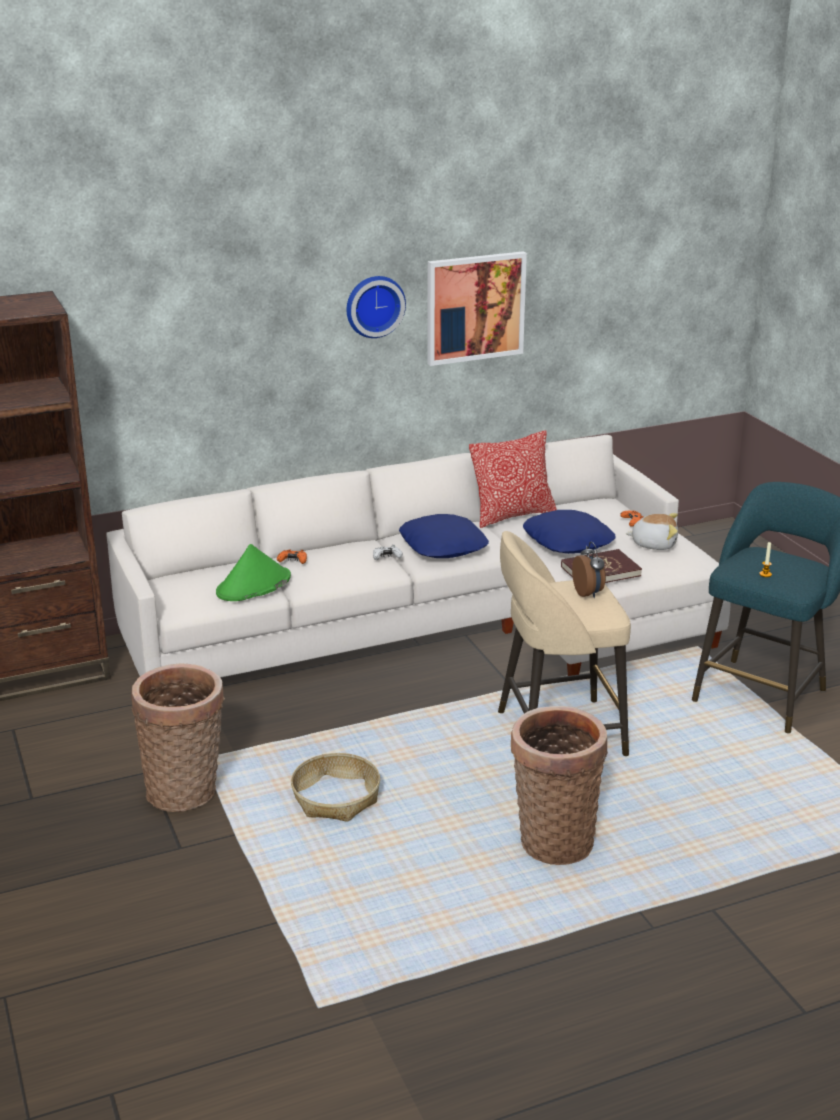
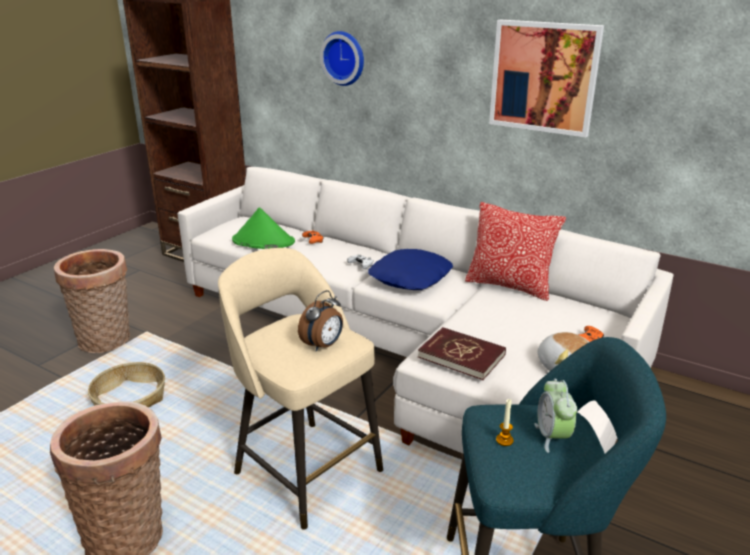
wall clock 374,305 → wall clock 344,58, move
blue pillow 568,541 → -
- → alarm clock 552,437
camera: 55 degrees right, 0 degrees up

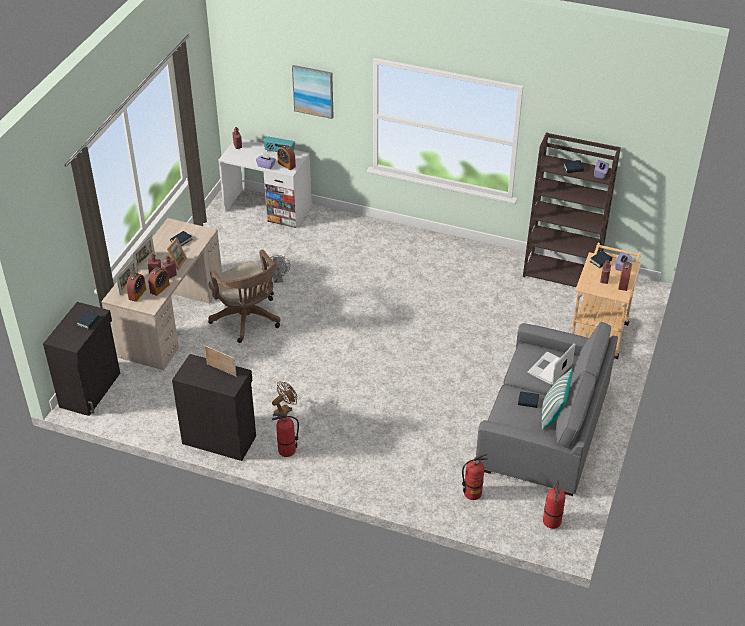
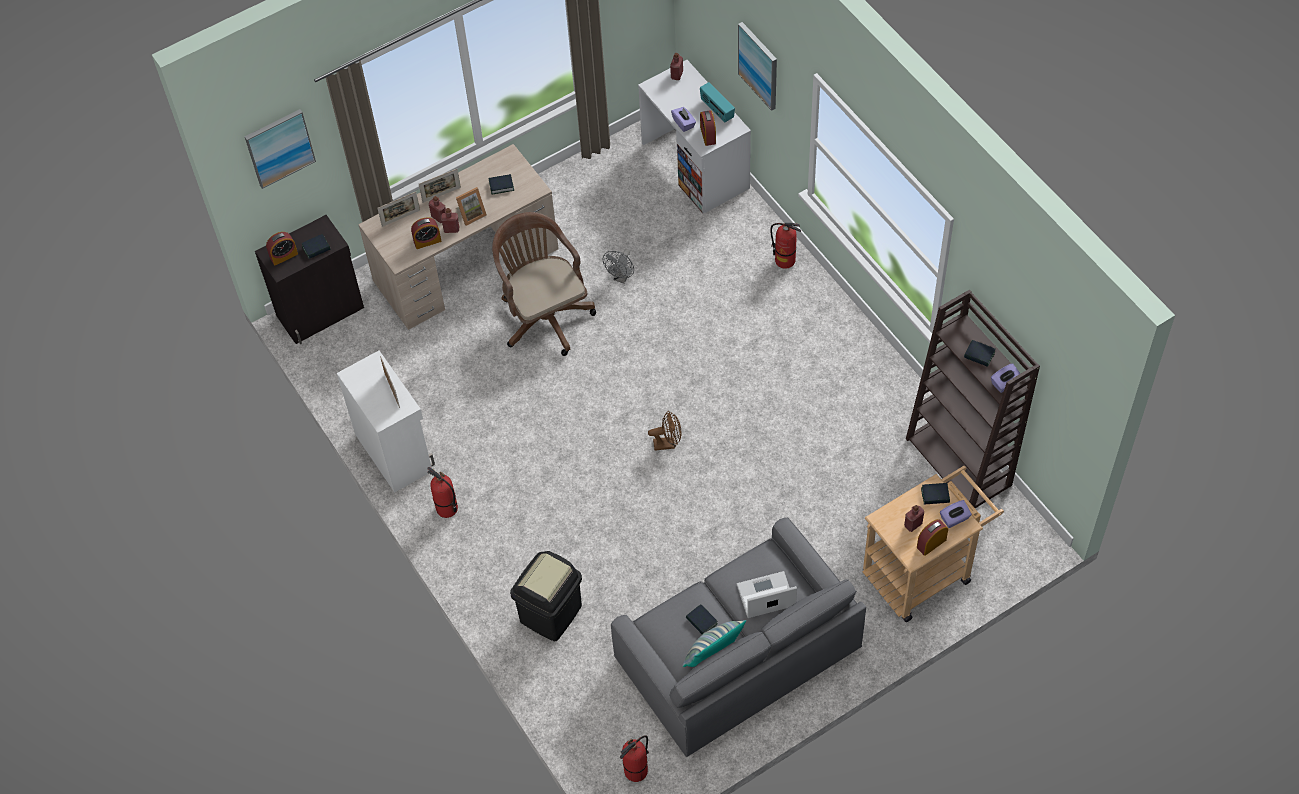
alarm clock 137,294 → alarm clock 284,256, move
black cabinet 219,438 → white cabinet 394,451
brown office chair 248,320 → brown office chair 544,315, 150 degrees clockwise
brown fan 285,410 → brown fan 668,443, move
fire extinguisher 472,493 → fire extinguisher 785,260, move
- → picture 279,147
- → black trash can 551,614
camera: 40 degrees right, 15 degrees up

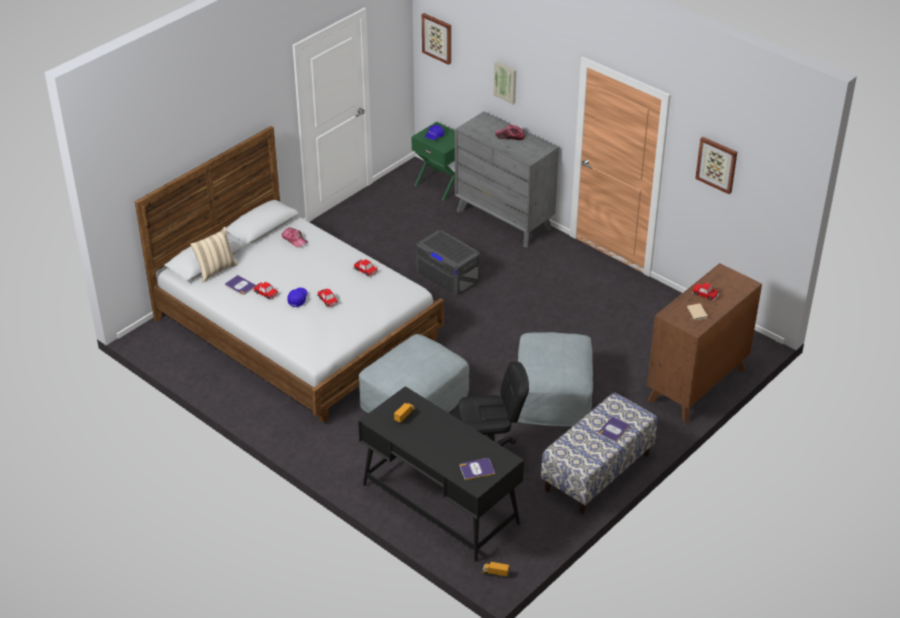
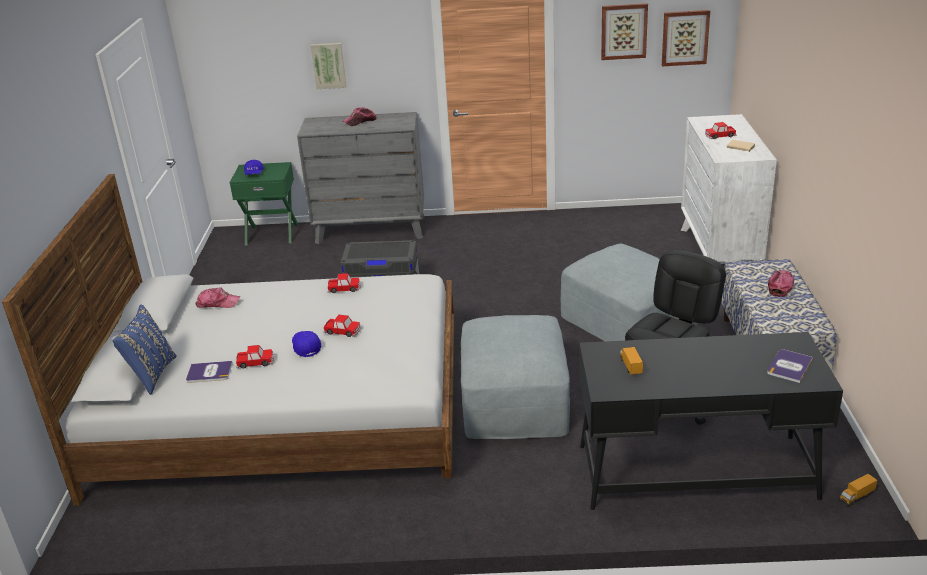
beige pillow 215,270 → blue pillow 151,375
picture 437,38 → picture 685,37, move
book 613,430 → cap 781,286
brown dresser 697,385 → white dresser 719,253
camera: 40 degrees left, 10 degrees down

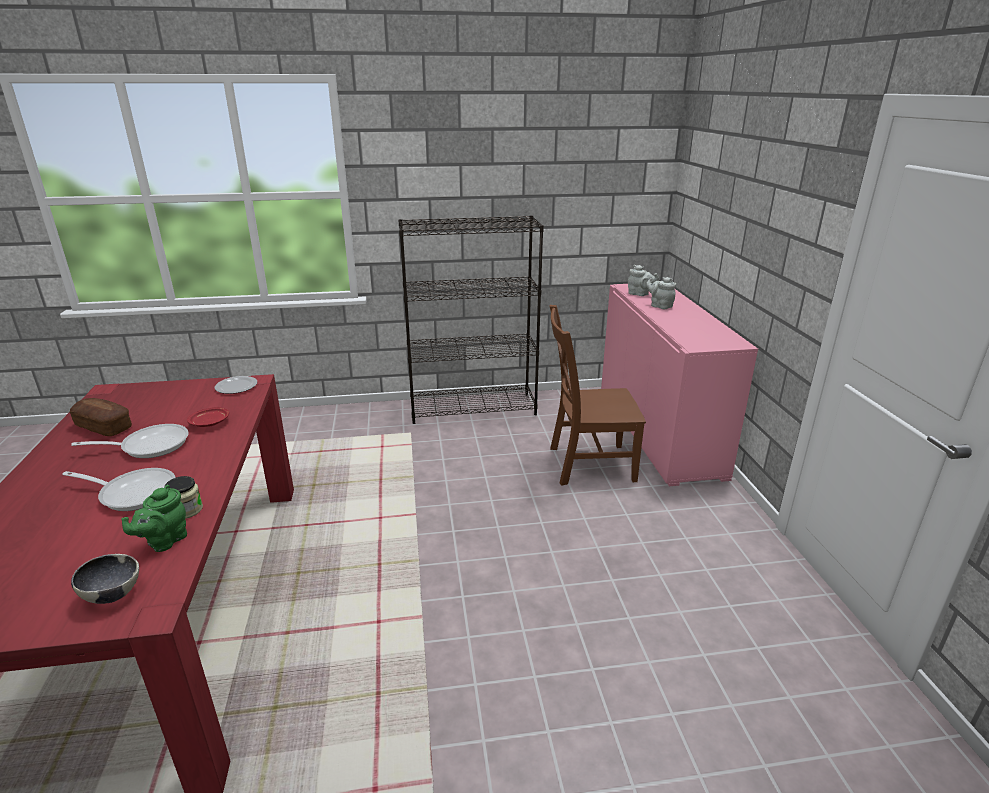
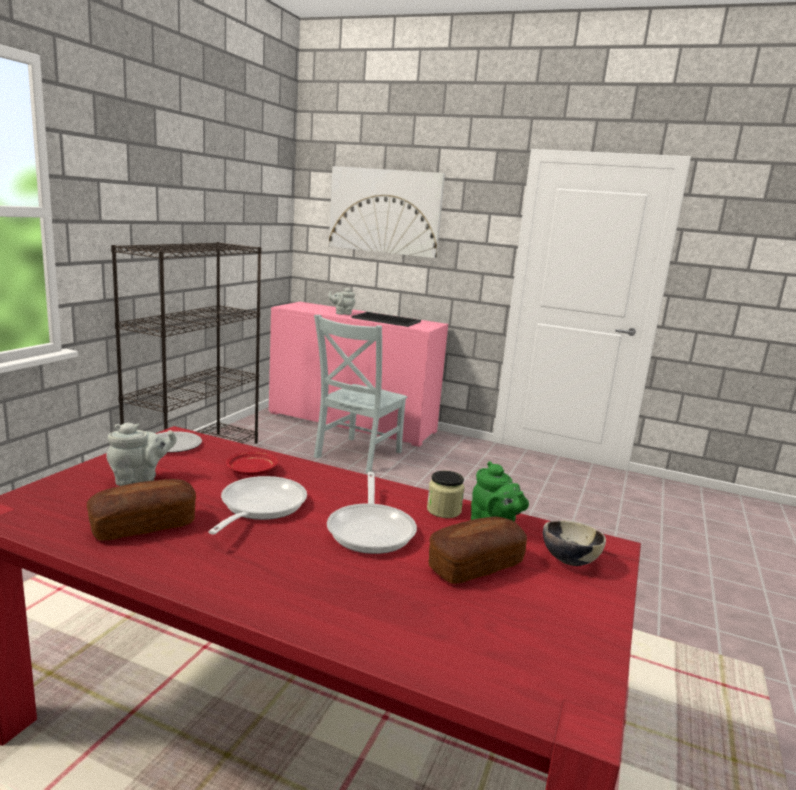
frying pan 133,492 → frying pan 372,529, 135 degrees clockwise
brown chair 587,464 → grey chair 356,455
grey teapot 640,294 → grey teapot 139,479, move
- → picture 385,211
- → tray 385,320
- → bread 475,565
camera: 60 degrees left, 10 degrees down

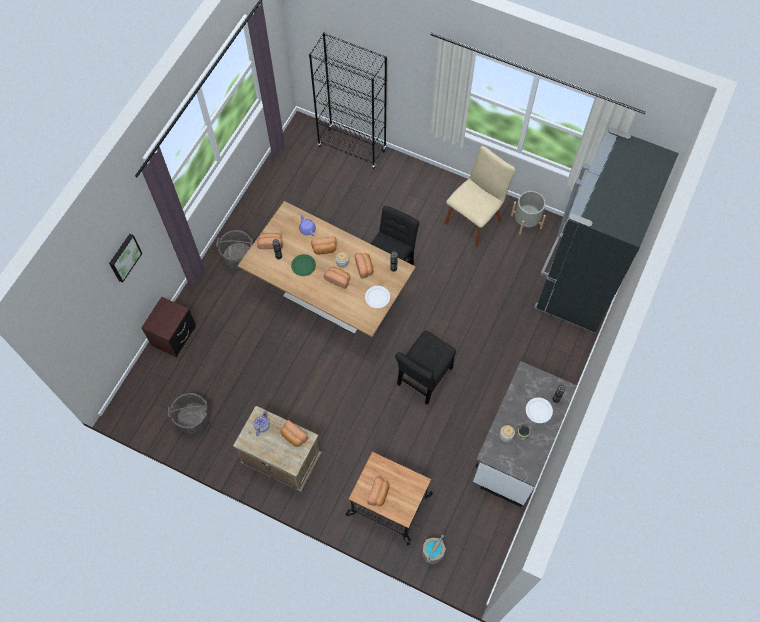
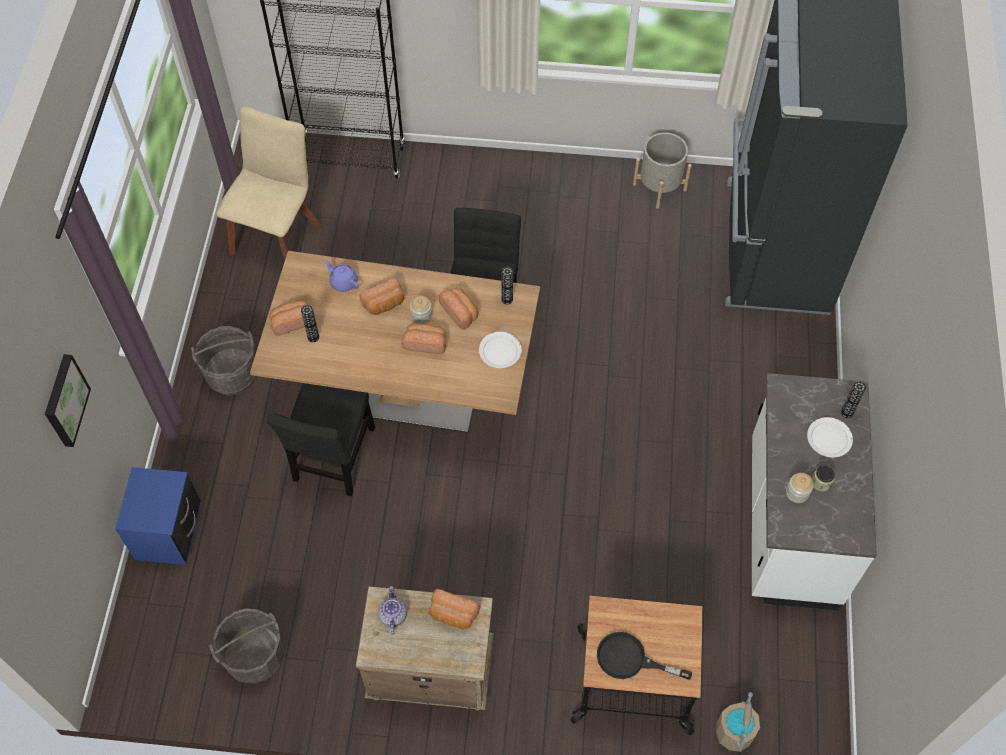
brown nightstand 174,336 → blue nightstand 169,532
green plate 303,266 → -
bread 379,494 → black frying pan 630,660
black chair 423,379 → black chair 333,459, move
beige chair 474,220 → beige chair 277,235, move
camera: 20 degrees left, 5 degrees down

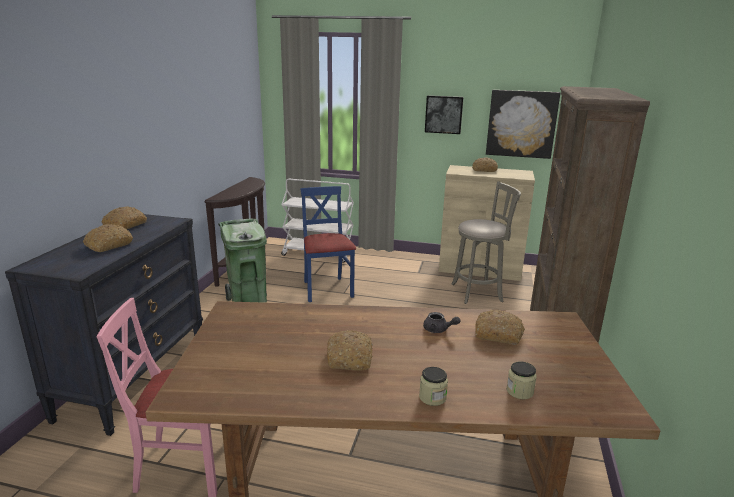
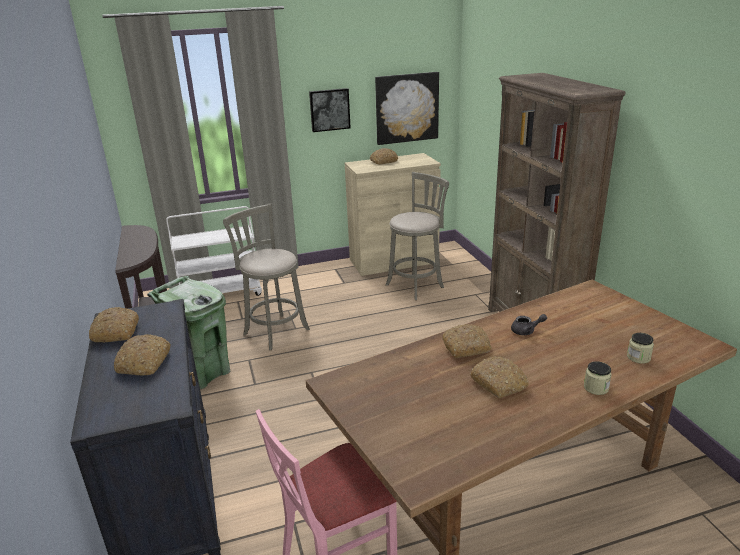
blue chair 327,289 → grey stool 274,330
bread 499,334 → bread 466,347, move
camera: 30 degrees left, 5 degrees up

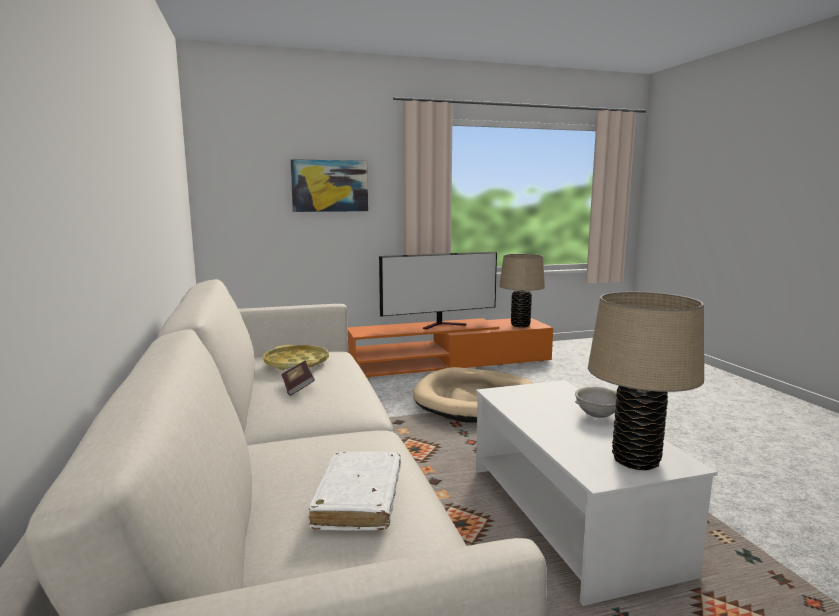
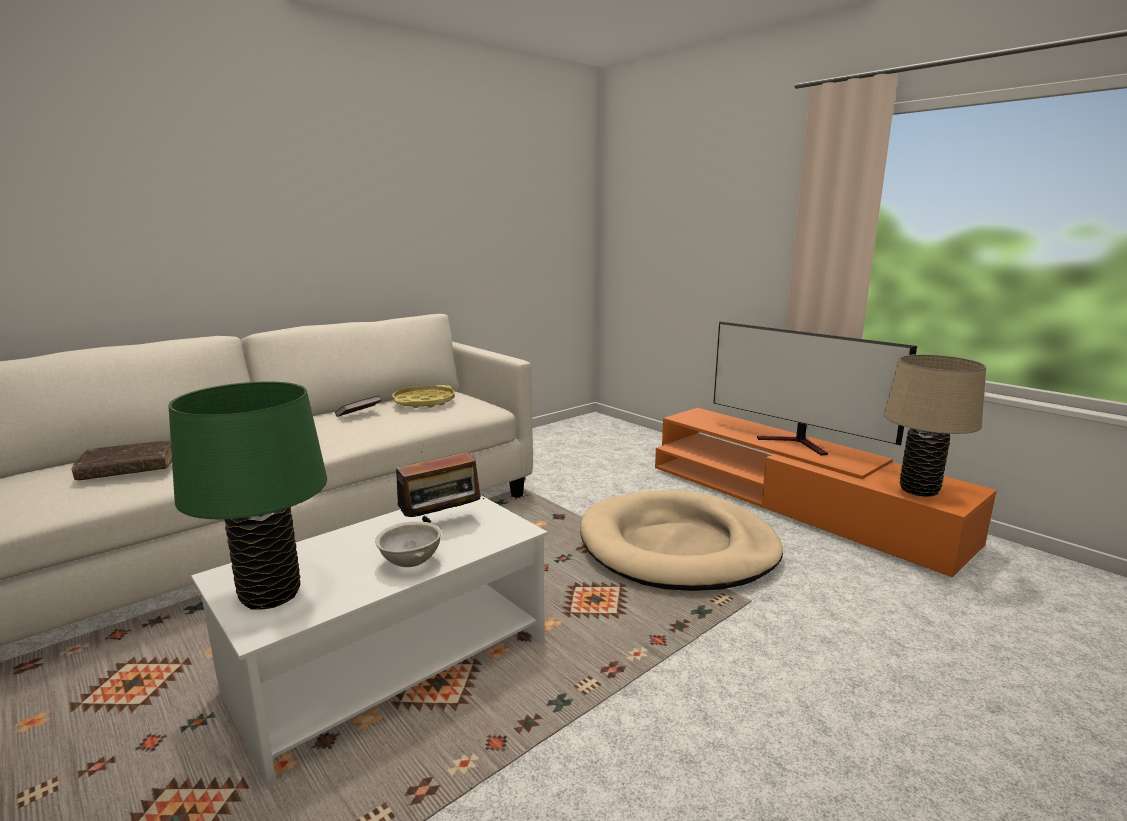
picture 330,186 → -
white book 359,500 → brown book 128,469
beige table lamp 635,460 → green table lamp 270,595
- → radio 442,524
camera: 65 degrees right, 5 degrees up

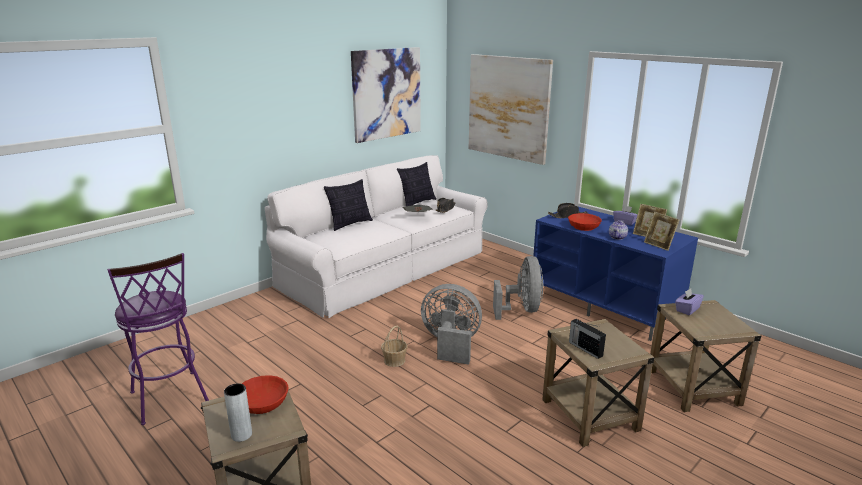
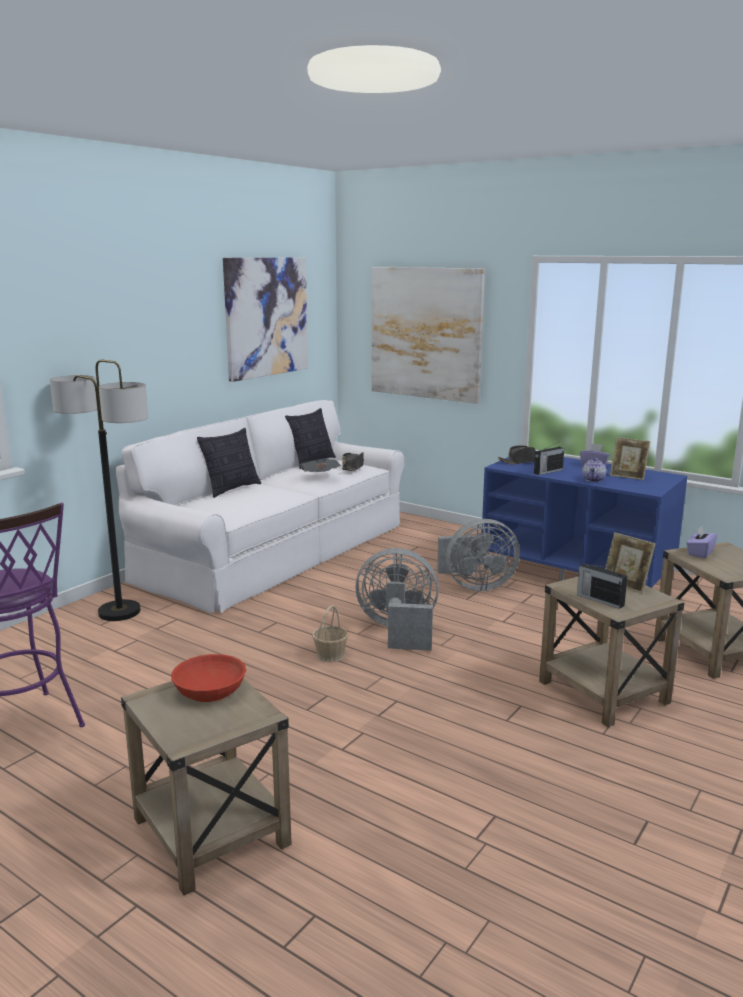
grey vase 241,435 → -
grey fan 522,310 → grey fan 475,586, 90 degrees clockwise
red bowl 584,227 → radio 547,471
picture frame 659,245 → picture frame 625,585, move
- → floor lamp 119,612
camera: 10 degrees left, 5 degrees down

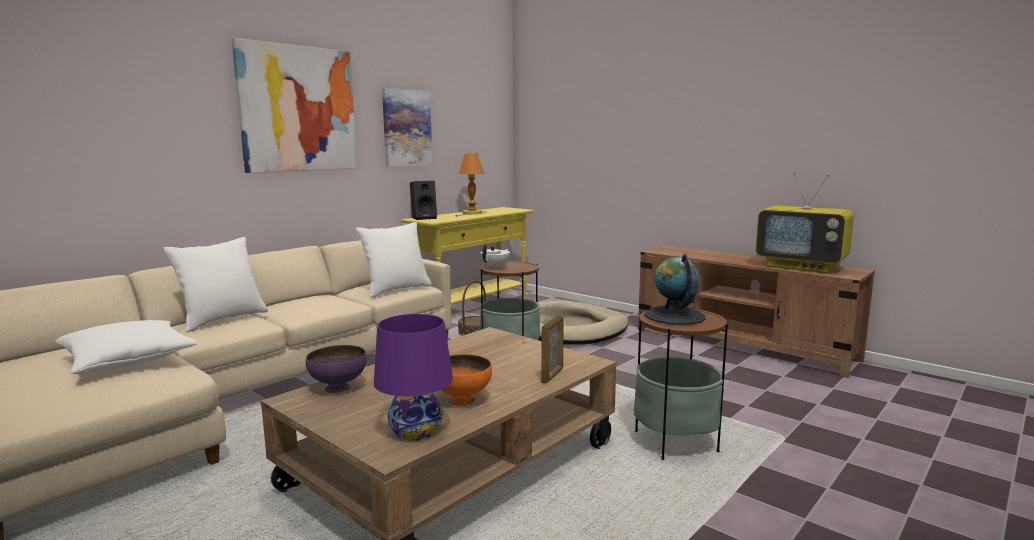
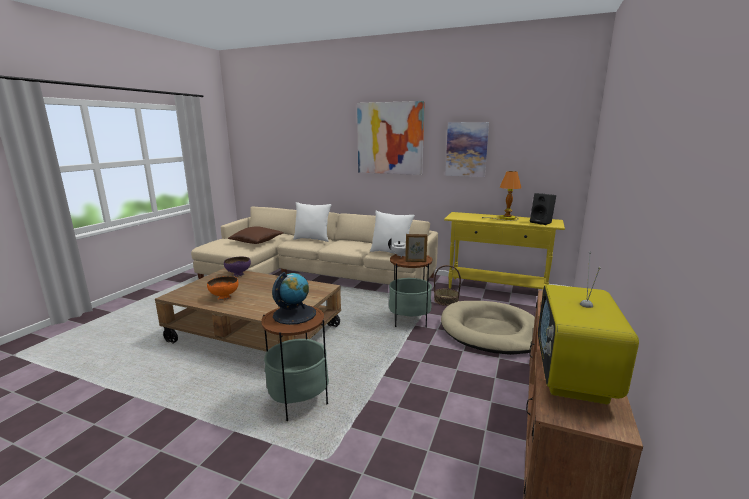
white pillow 128,361 → brown pillow 257,241
purple table lamp 415,431 → -
black speaker 424,218 → black speaker 541,222, move
picture frame 552,375 → picture frame 415,261, move
camera: 70 degrees right, 5 degrees up

